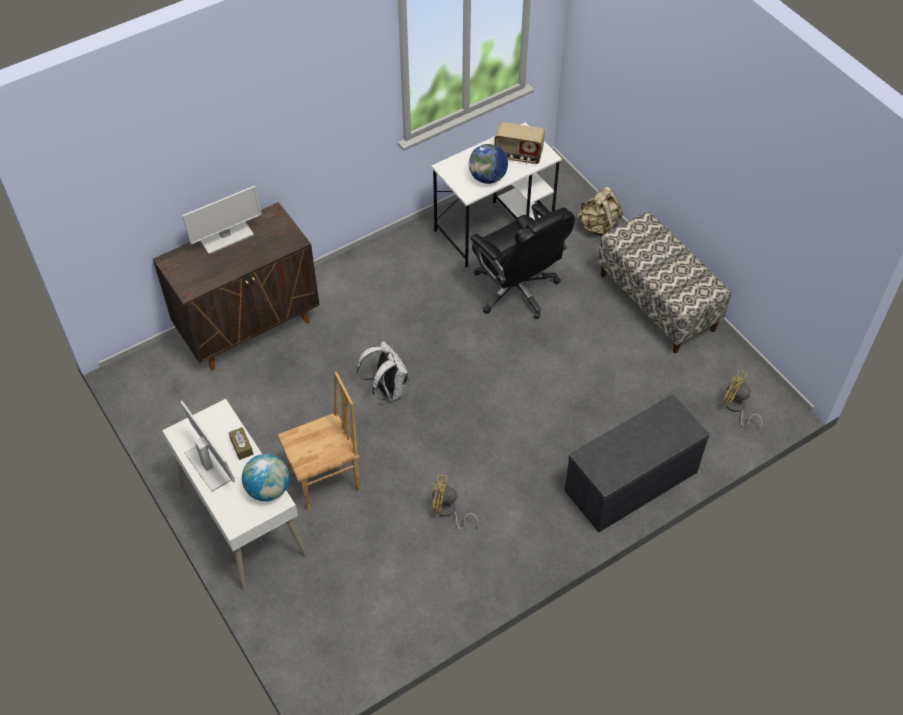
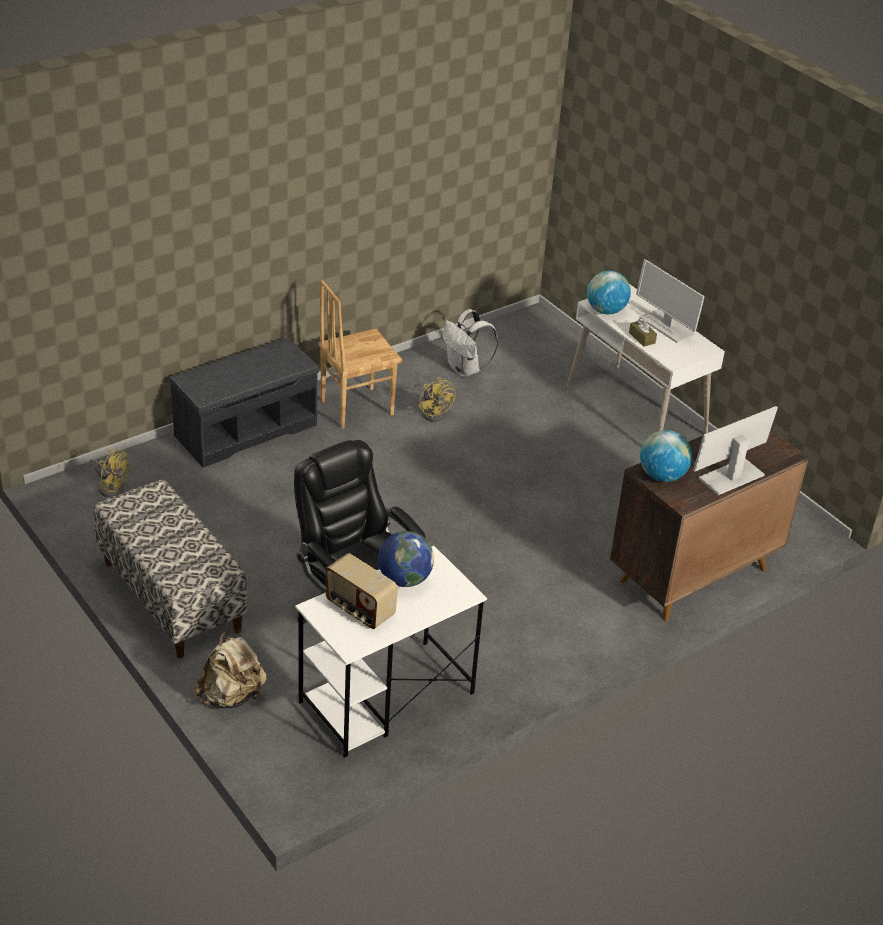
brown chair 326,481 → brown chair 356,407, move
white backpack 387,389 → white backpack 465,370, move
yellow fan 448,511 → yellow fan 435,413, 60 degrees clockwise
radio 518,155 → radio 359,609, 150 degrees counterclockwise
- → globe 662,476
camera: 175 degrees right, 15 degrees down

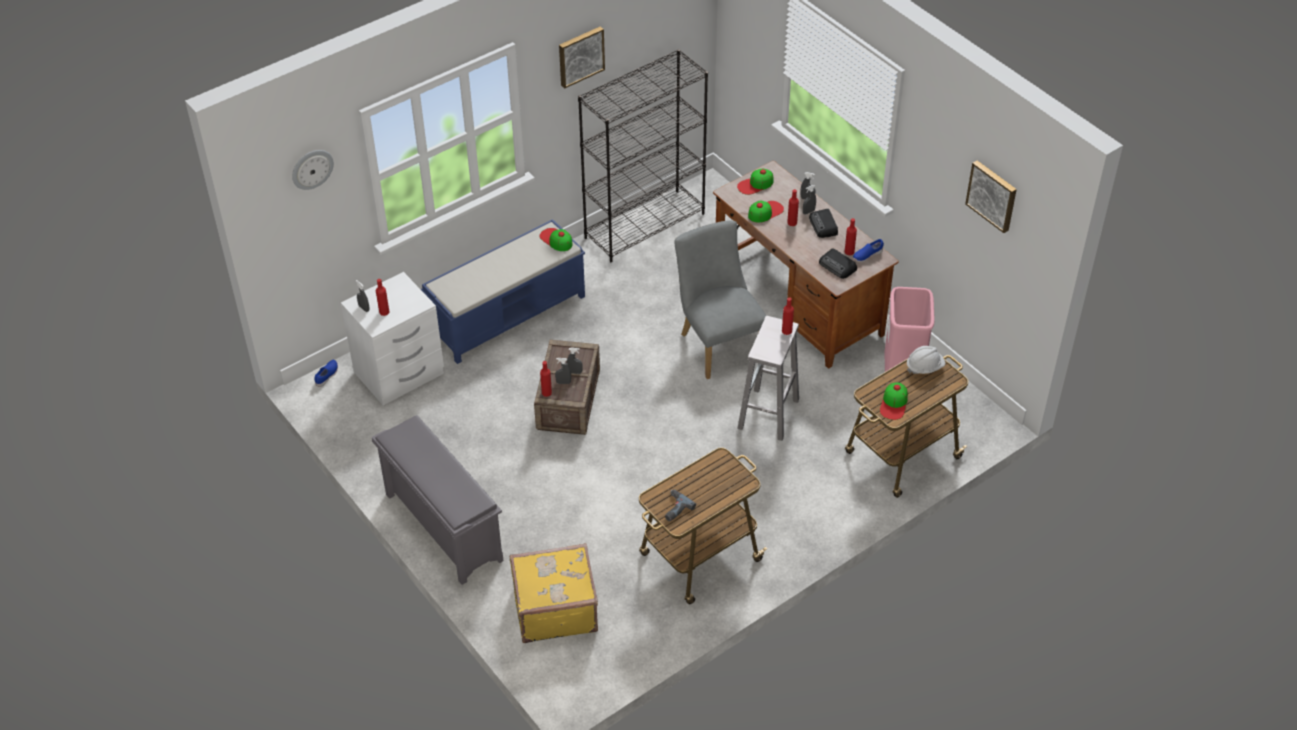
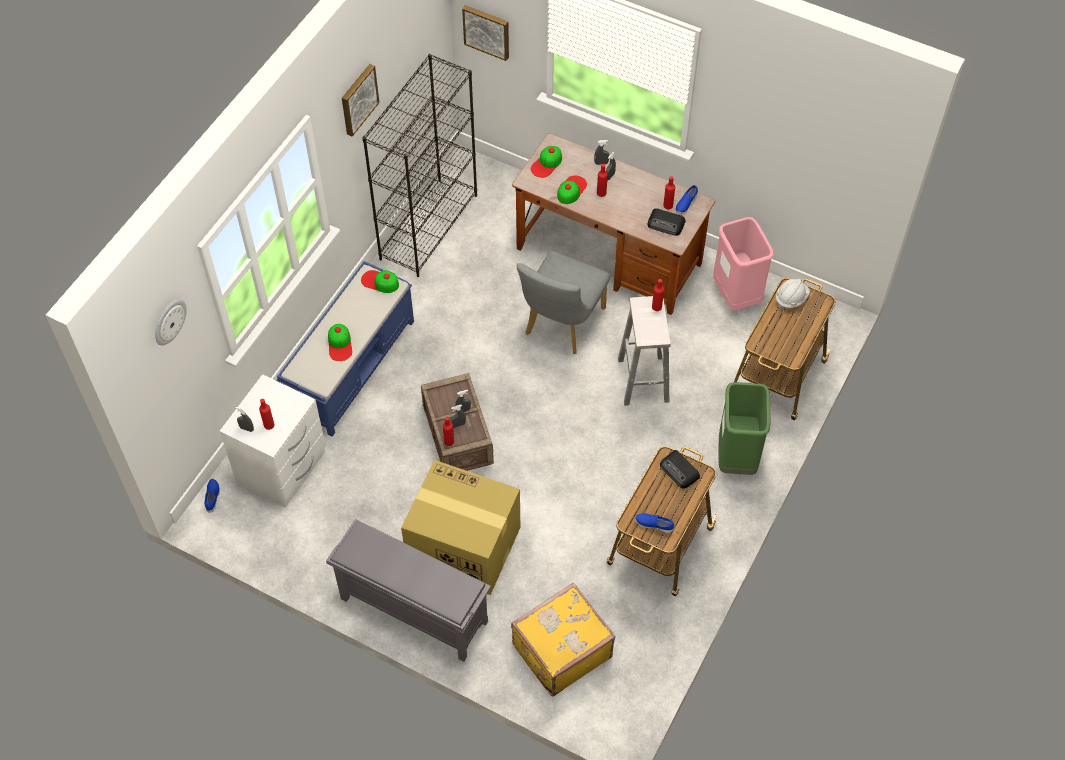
power drill 674,508 → blue shoe 654,525
grey chair 718,343 → grey chair 561,325, 105 degrees counterclockwise
radio 823,226 → radio 679,471, move
cap 894,403 → cap 340,344, move
picture 992,195 → picture 487,31, move
- → cardboard box 462,546
- → green trash can 736,458
camera: 25 degrees left, 10 degrees up

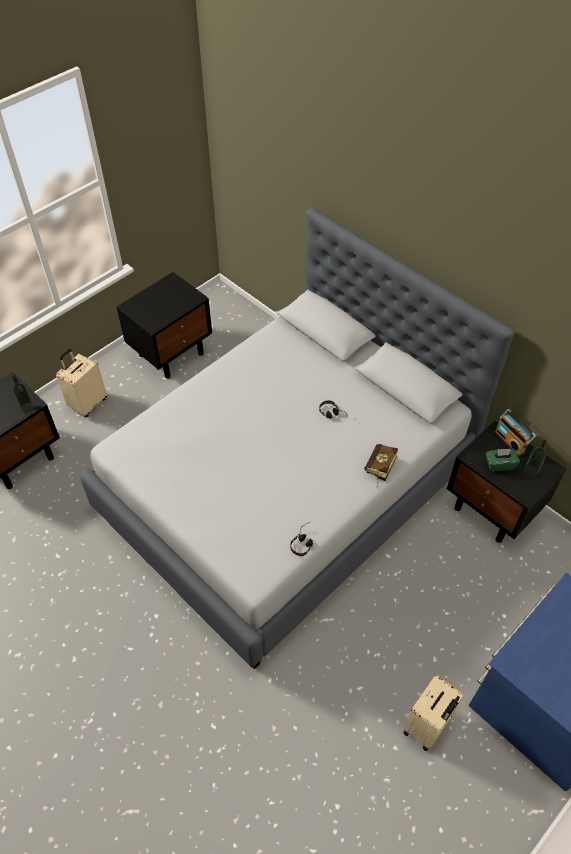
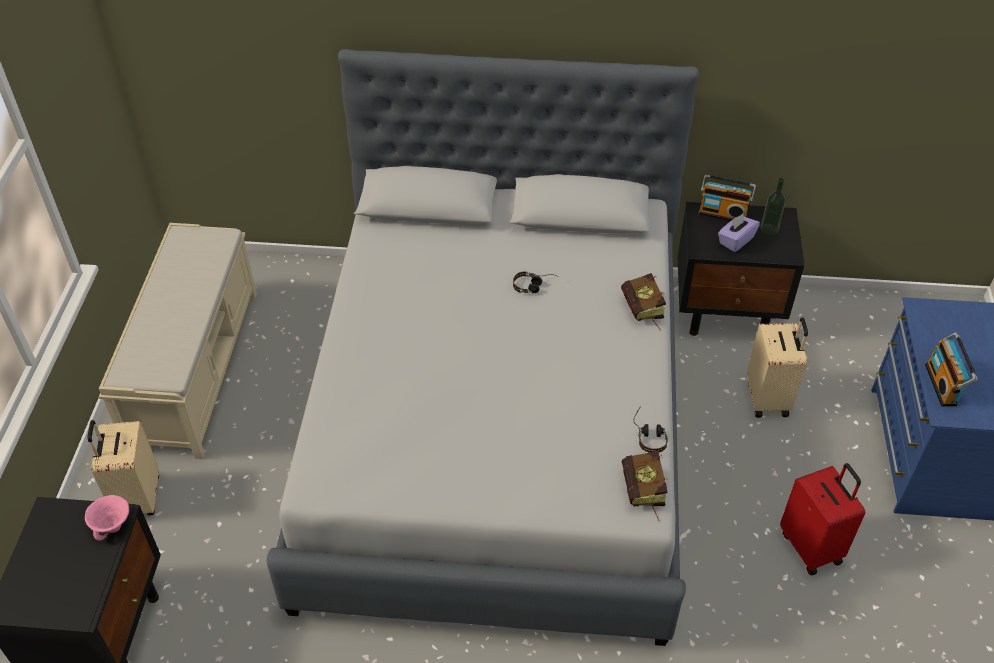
bottle 27,407 → pink bowl 113,526
black nightstand 172,353 → beige bench 195,367
beige suitcase 427,726 → beige suitcase 768,398, move
green tissue box 499,464 → purple tissue box 735,241
- → book 643,494
- → red suitcase 812,547
- → radio 943,385
camera: 40 degrees left, 5 degrees down

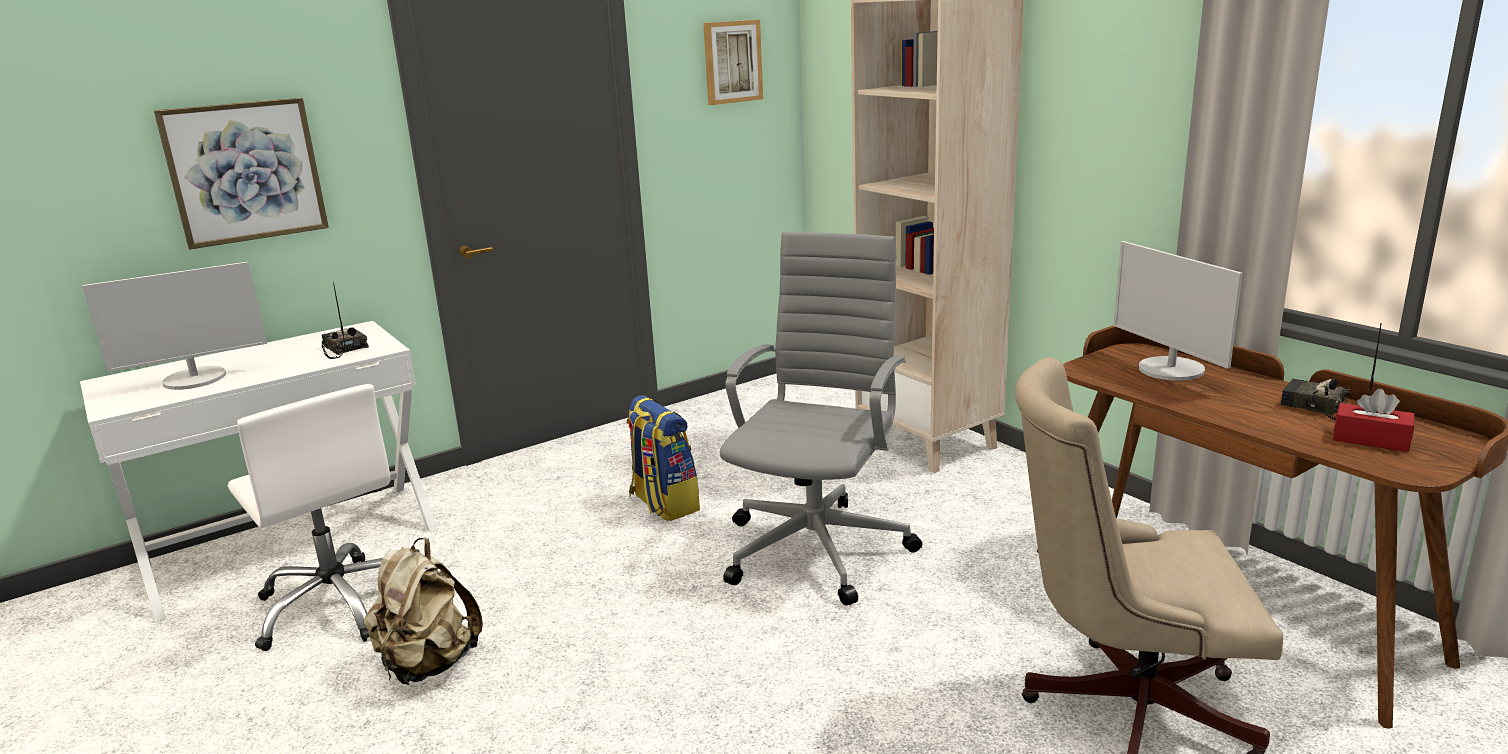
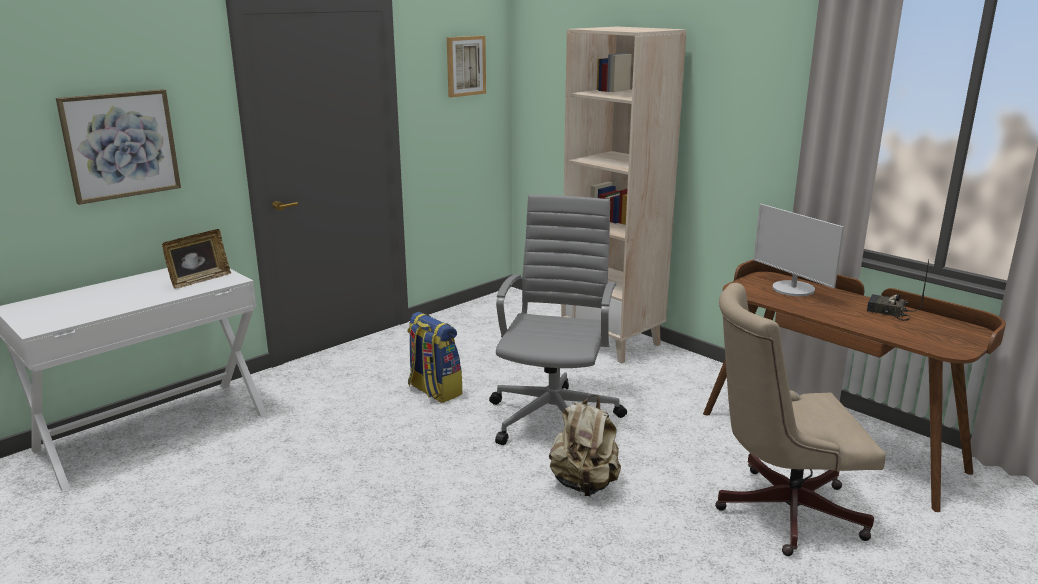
monitor 195,379 → -
white office chair 338,604 → -
radio 343,349 → picture frame 199,280
beige backpack 428,665 → beige backpack 584,484, move
red tissue box 1370,439 → -
camera: 10 degrees left, 0 degrees up

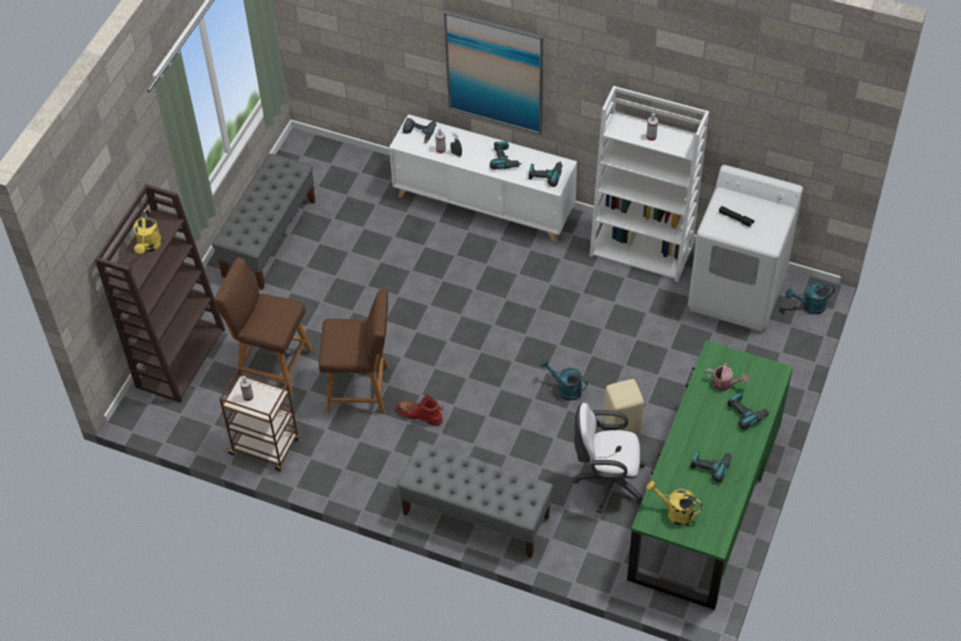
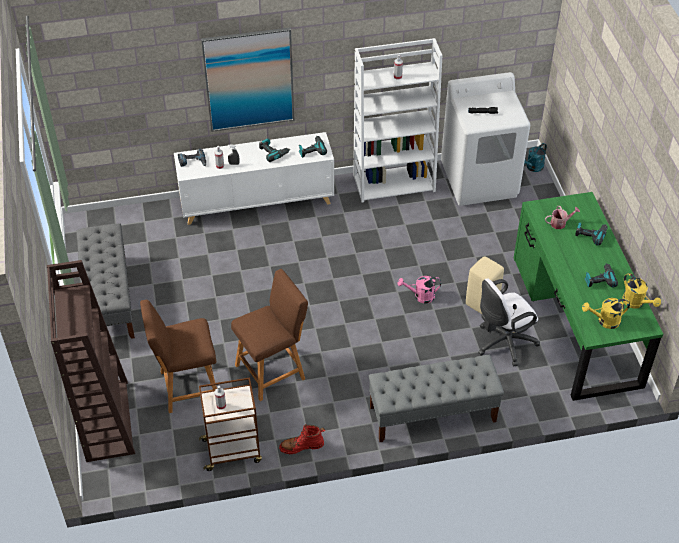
yellow watering can 149,246 → yellow watering can 636,303, move
red boot 420,415 → red boot 301,446, move
turquoise watering can 565,389 → pink watering can 420,296
camera: 35 degrees left, 5 degrees down

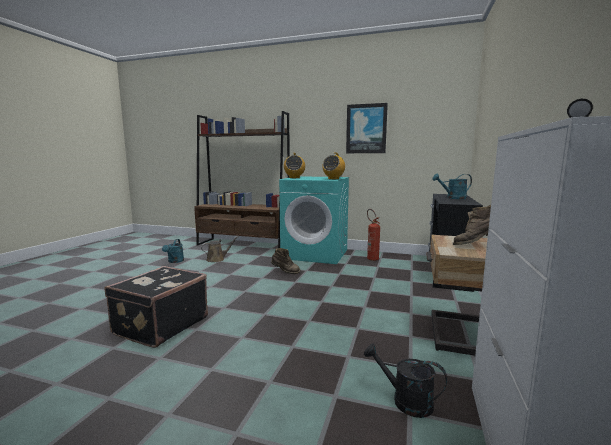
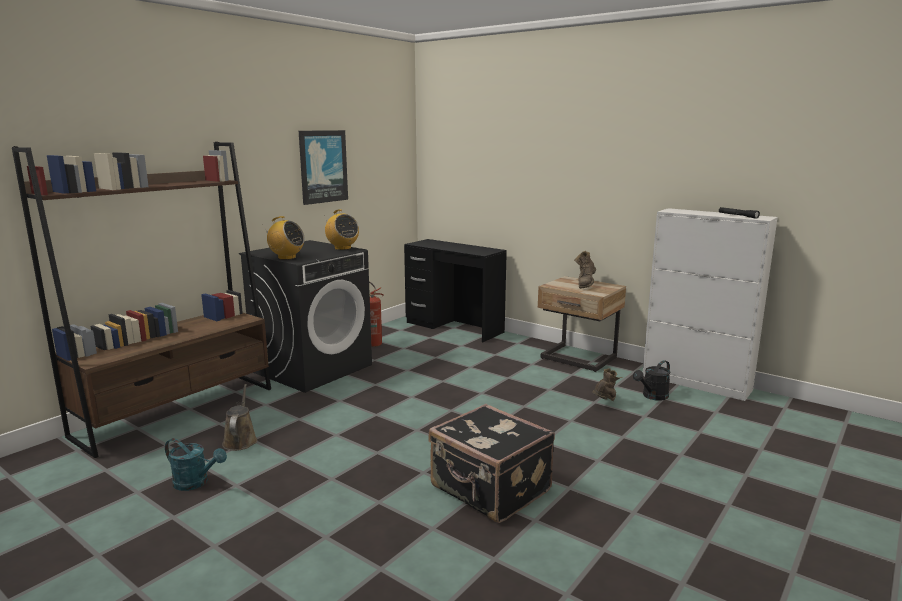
brown boot 285,272 → brown boot 605,402, move
turquoise washing machine 315,254 → black washing machine 313,368
turquoise watering can 453,198 → -
camera: 70 degrees left, 5 degrees up

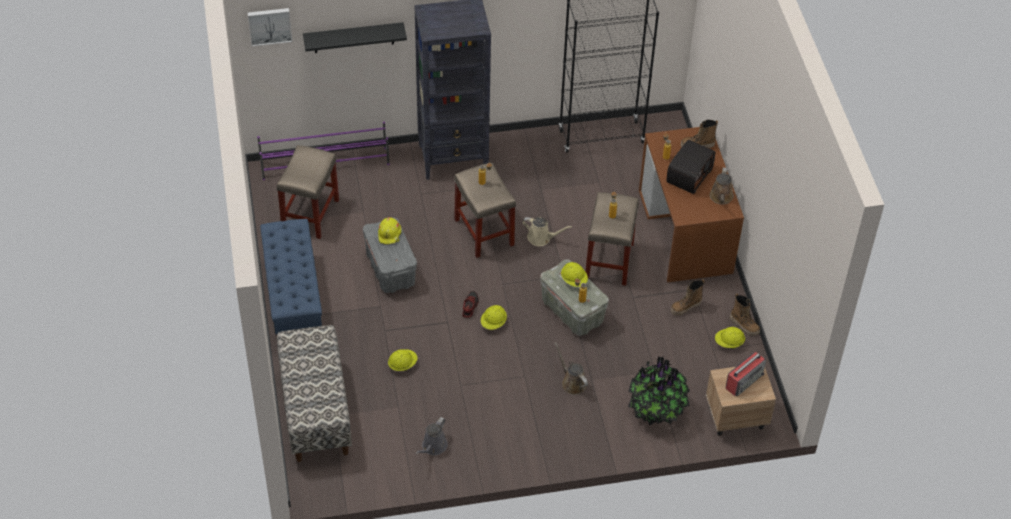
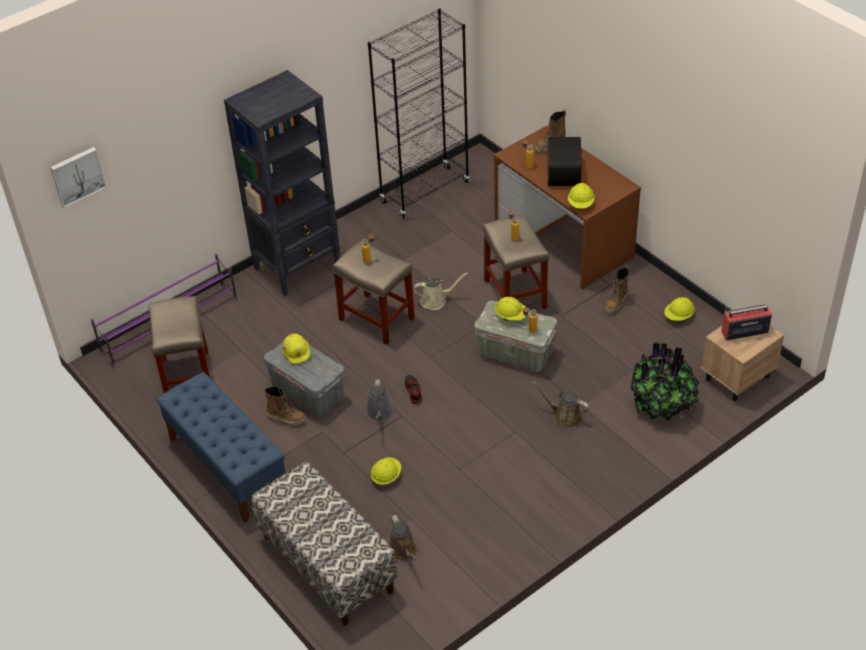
black shelf 353,37 → -
grey watering can 433,447 → grey watering can 379,414, move
yellow hard hat 493,323 → yellow hard hat 580,204, move
brown watering can 721,197 → brown watering can 403,551, move
radio 744,381 → radio 743,331, 120 degrees counterclockwise
boot 744,325 → boot 287,418, move
camera: 25 degrees left, 5 degrees down

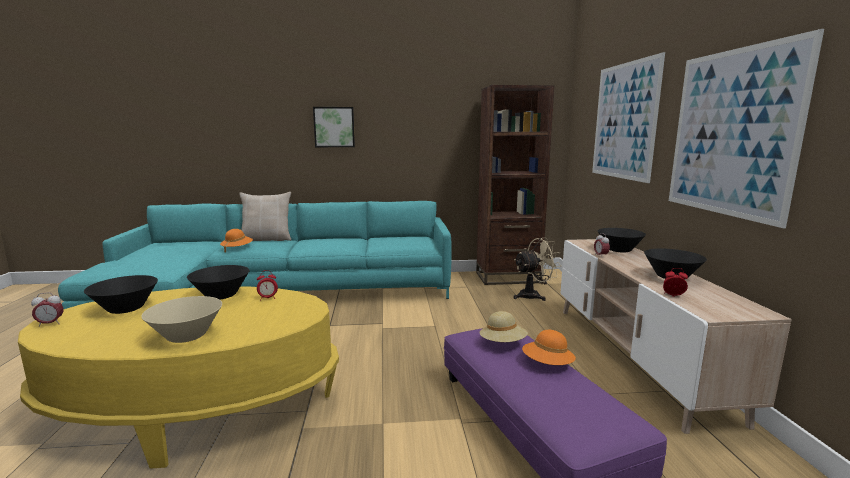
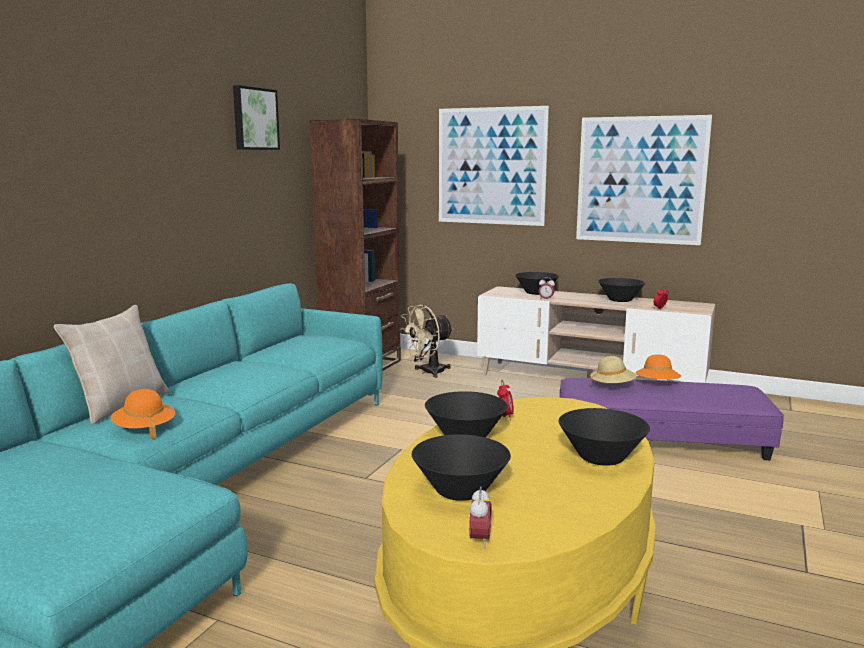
beige bowl 187,336 → black bowl 601,458
picture 334,127 → picture 254,119, move
beige fan 533,295 → beige fan 428,372, 135 degrees counterclockwise
camera: 60 degrees left, 0 degrees up

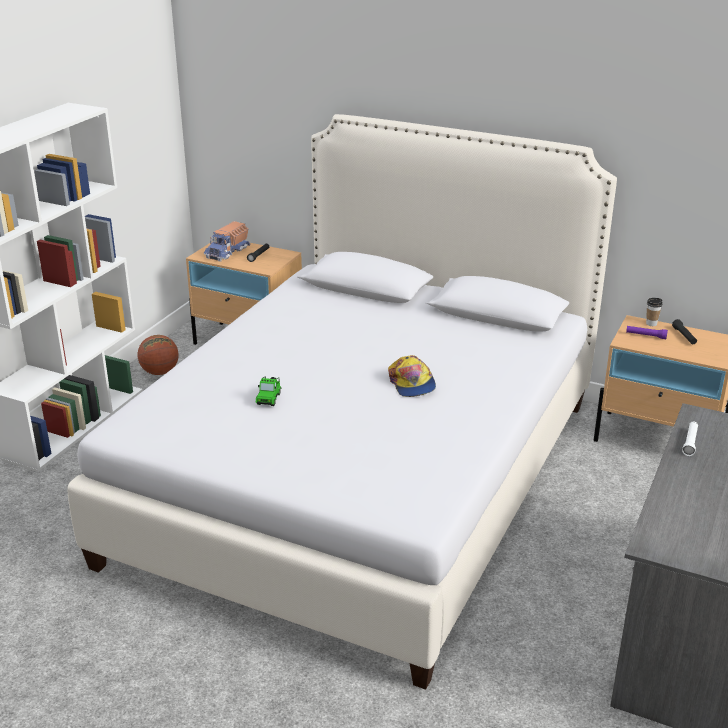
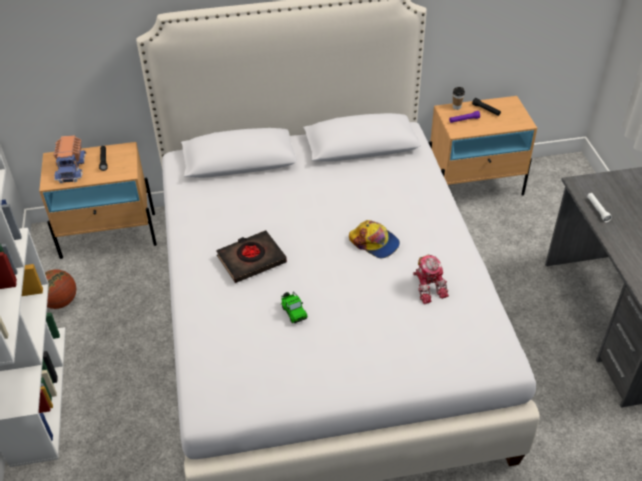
- → black book 251,259
- → toy robot 428,286
camera: 35 degrees left, 15 degrees up

